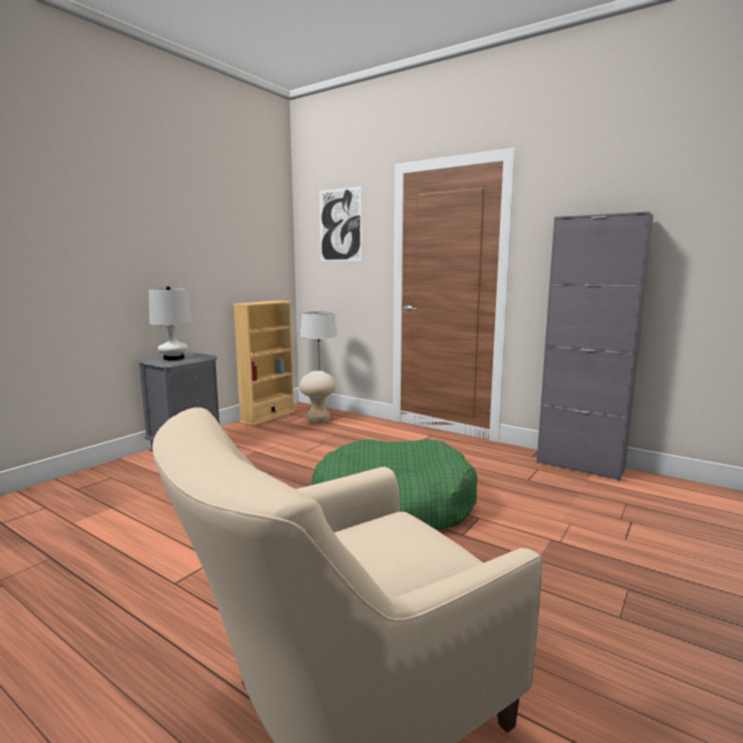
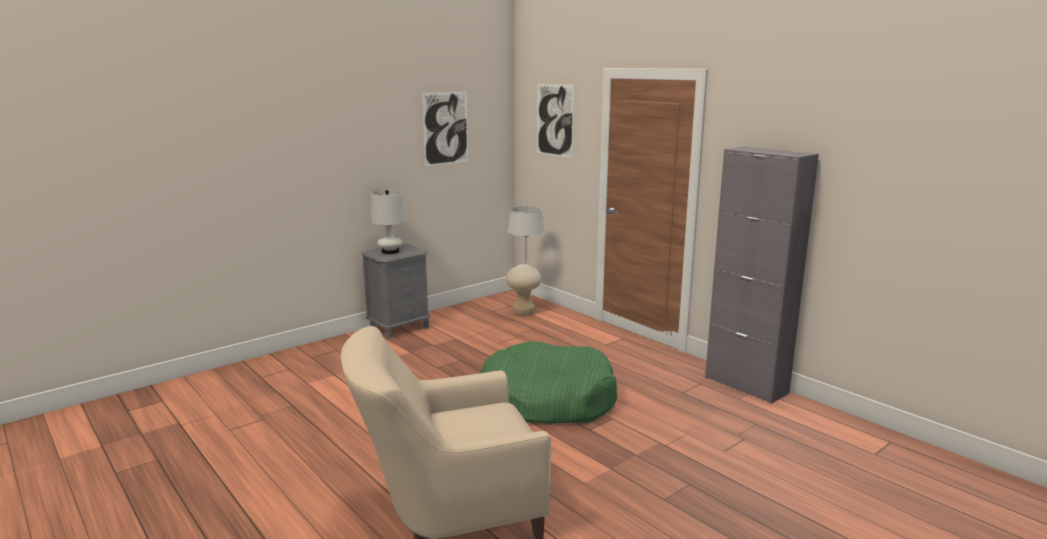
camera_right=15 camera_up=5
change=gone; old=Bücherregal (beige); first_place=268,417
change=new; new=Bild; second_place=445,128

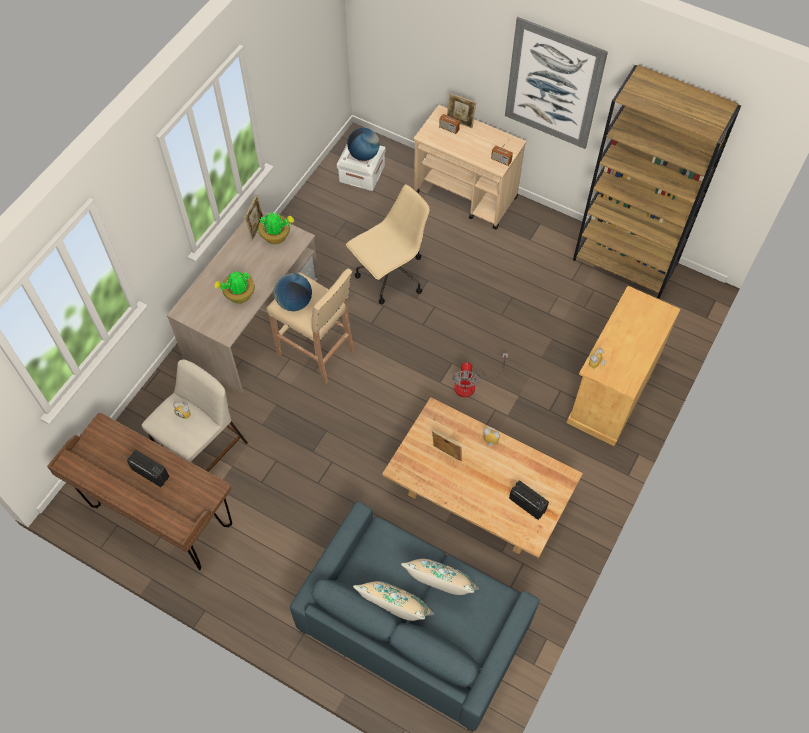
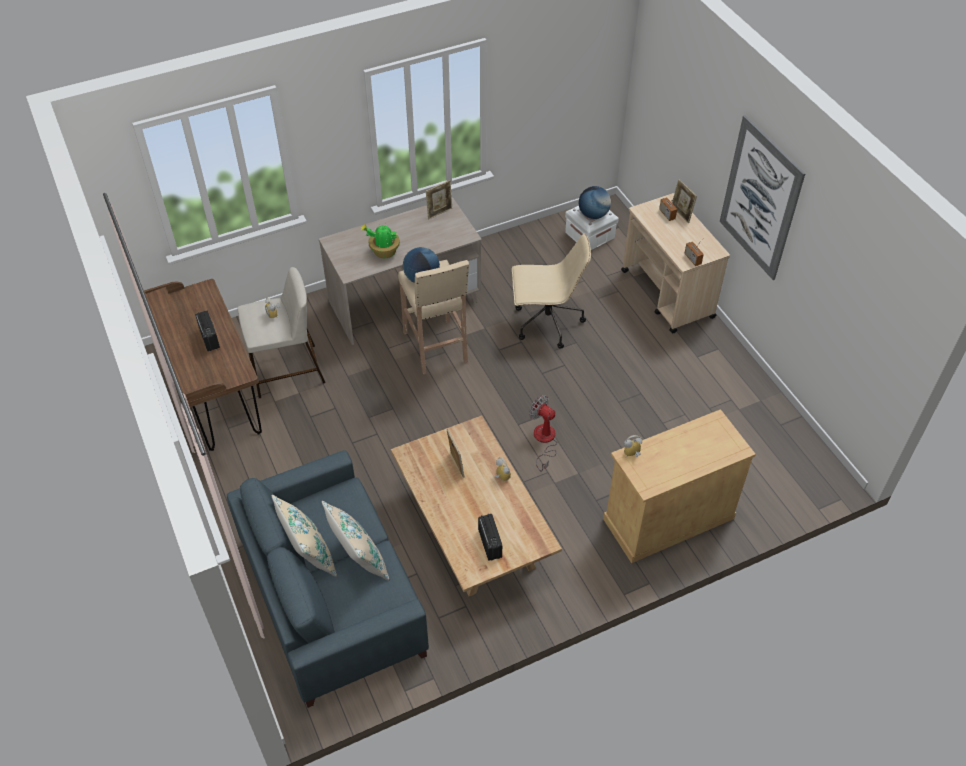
camera_right=35 camera_up=-10
change=gone; old=Topfpflanze; first_place=276,236
change=gone; old=Bücherregal (braun); first_place=626,262
change=rotated; old=Ventilator; first_place=471,384; second_place=544,441; degrees=90

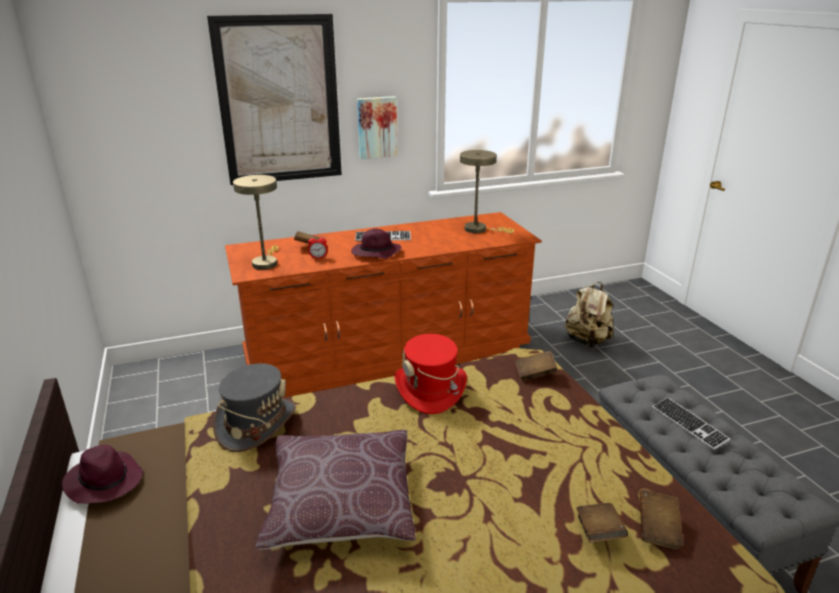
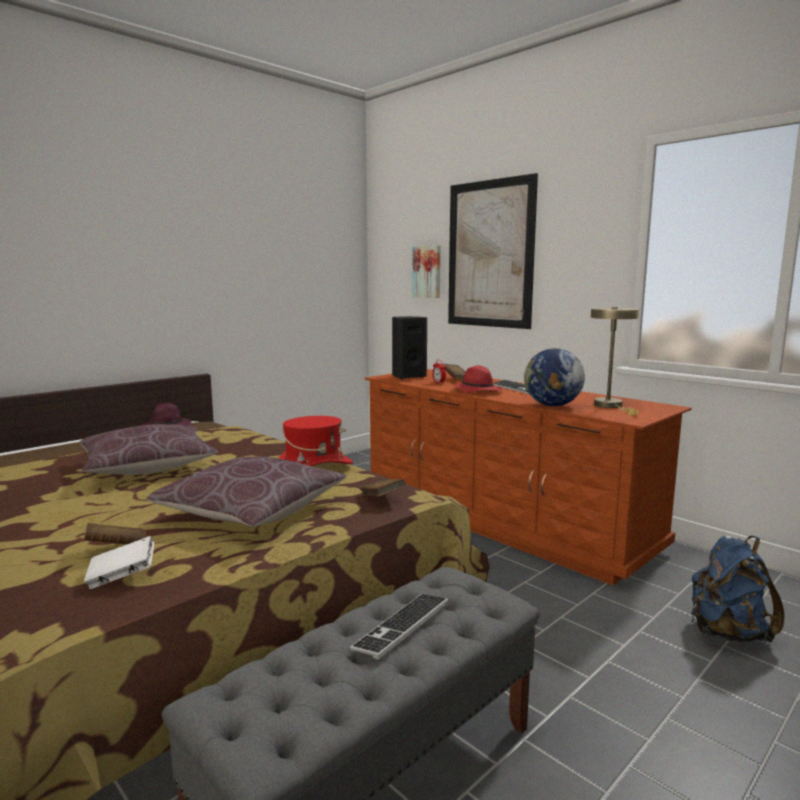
camera_right=65 camera_up=-15
change=gone; old=Hut (grau); first_place=256,423
change=new; new=Kissen (braun); second_place=252,511
change=new; new=Globus; second_place=552,405
change=shifted; old=Bild; first_place=376,127; second_place=427,271
change=swapped; old=Tischlampe (beige); new=Lautsprecher (schwarz); first_place=265,262; second_place=408,377
change=repainted; old=Hut (lila); new=Hut (rot); first_place=375,253; second_place=476,391
change=repainted; old=Rucksack (beige); new=Rucksack (blau); first_place=587,341; second_place=727,633
change=repainted; old=Buch (braun); new=Buch (weiß); first_place=657,529; second_place=122,577

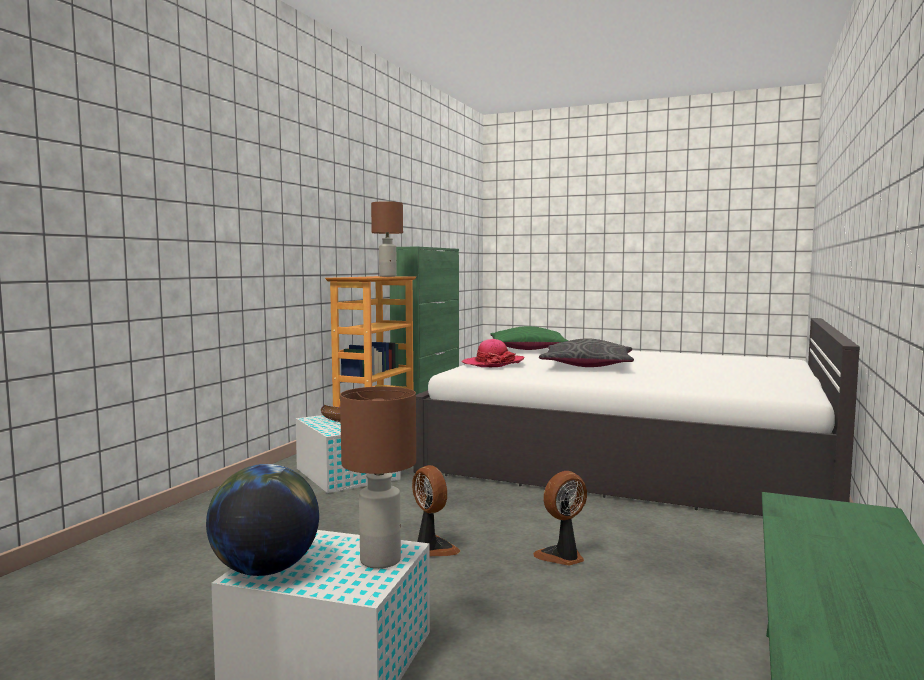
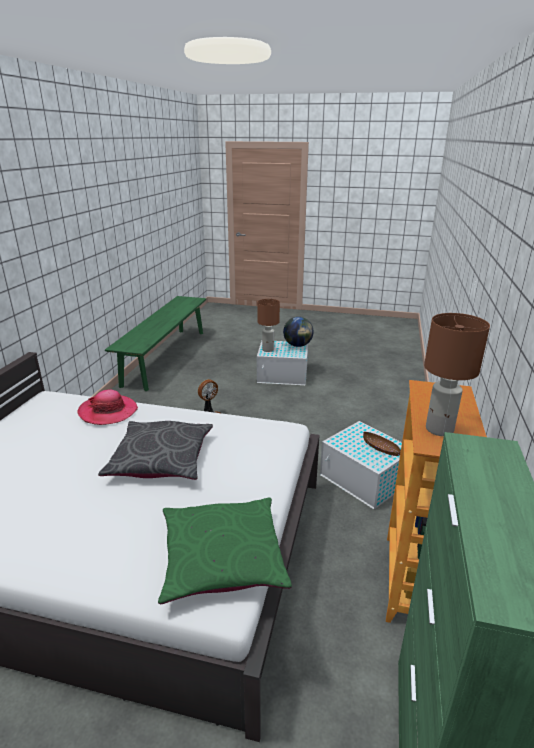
camera_right=170 camera_up=20
change=gone; old=Ventilator; first_place=432,549
change=shifted; old=Hut; first_place=493,363; second_place=108,411

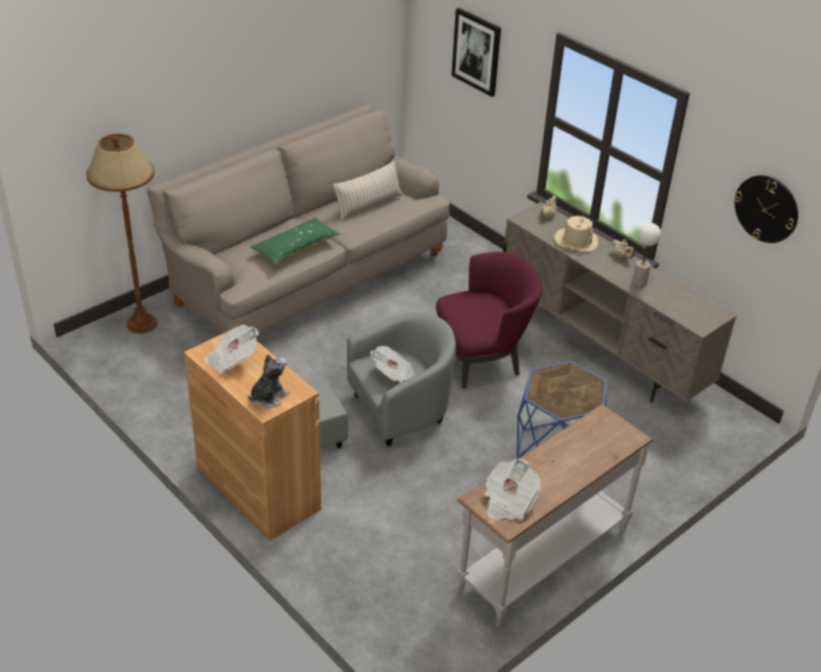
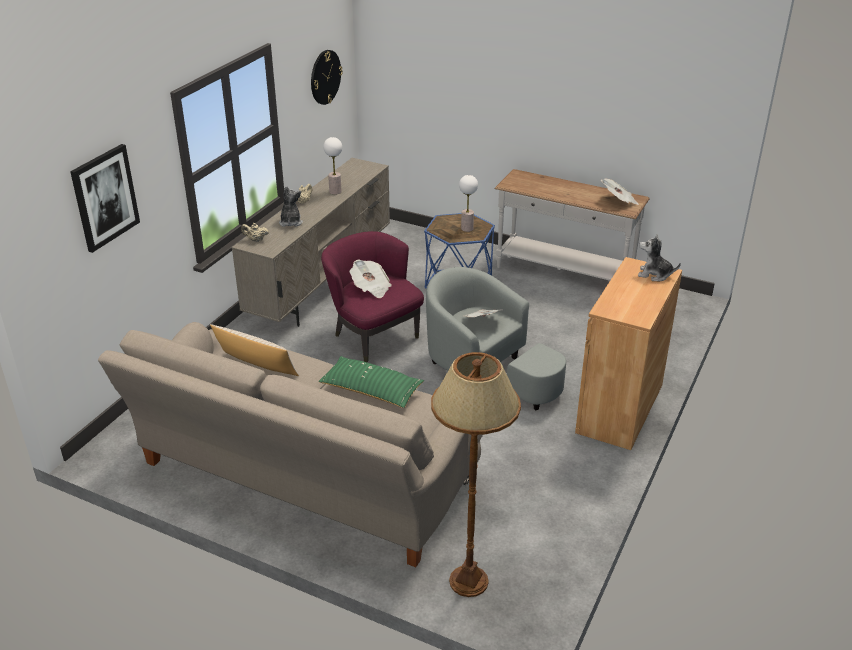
camera_right=-110 camera_up=-5
change=new; new=Tischlampe; second_place=467,228
change=shifted; old=Zeitung; first_place=232,359; second_place=371,288
change=swapped; old=Hut (beige); new=Plüschtier; first_place=576,240; second_place=290,222

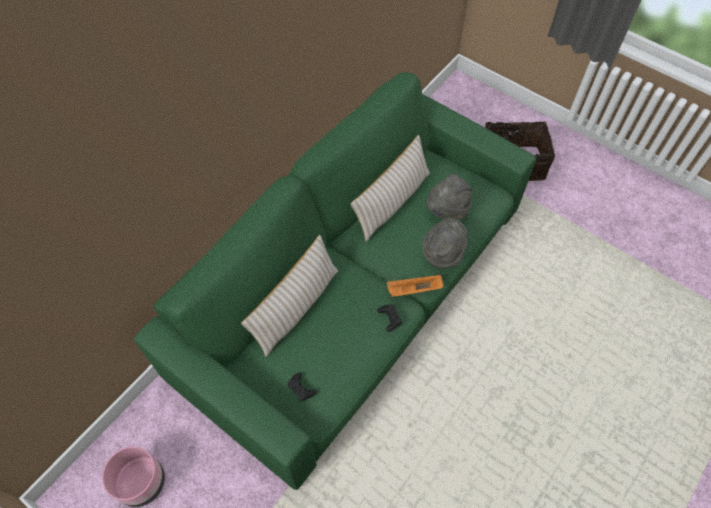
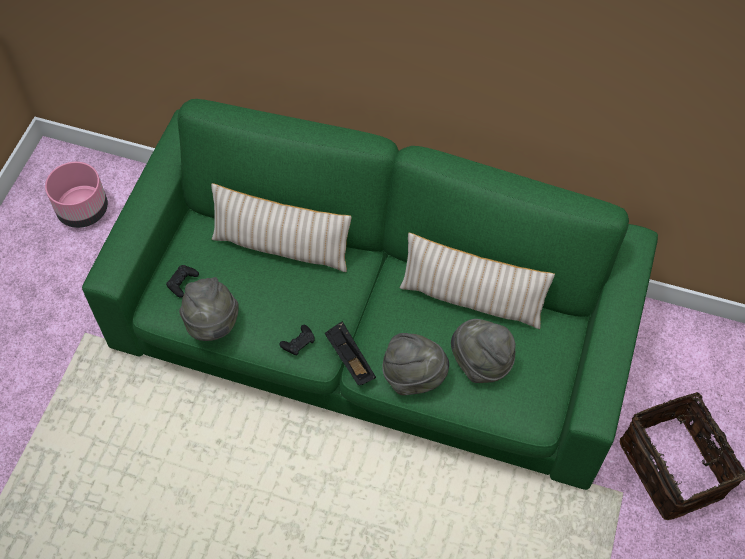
camera_right=70 camera_up=0
change=new; new=Hut (grau); second_place=212,324
change=repainted; old=Tablett (orange); new=Tablett (schwarz); first_place=413,290; second_place=349,359

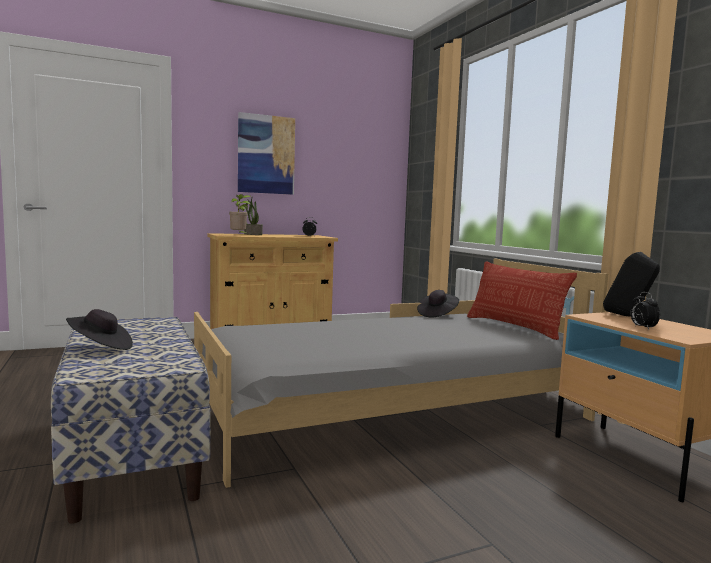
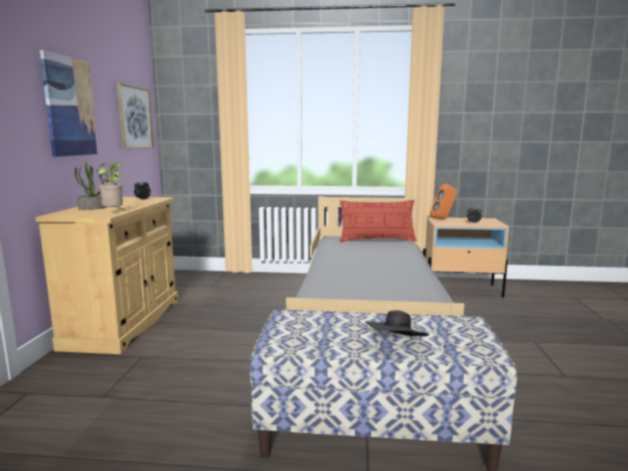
camera_right=-60 camera_up=5
change=gone; old=Hut (schwarz); first_place=437,314
change=new; new=Bild; second_place=134,117
change=repainted; old=Lautsprecher (schwarz); new=Lautsprecher (orange); first_place=628,316; second_place=443,219

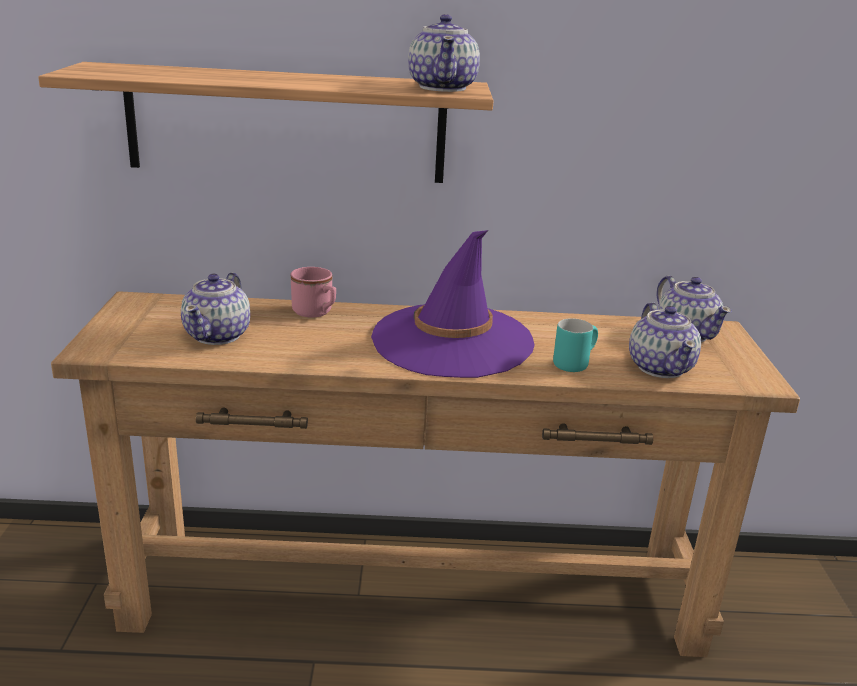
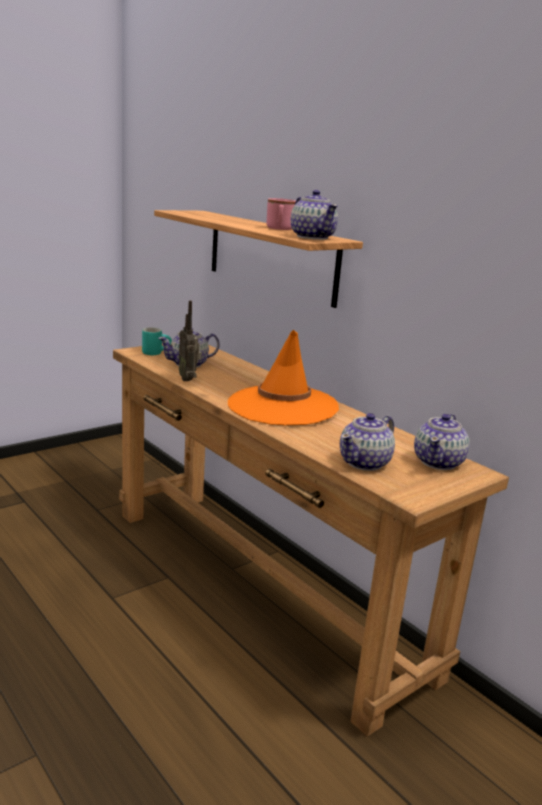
camera_right=50 camera_up=-5
change=new; new=Radio; second_place=189,379
change=shifted; old=Henkelbecher (rosa); first_place=316,313; second_place=279,229
change=shifted; old=Henkelbecher (türkis); first_place=573,363; second_place=156,353
change=repainted; old=Hut (lila); new=Hut (orange); first_place=452,341; second_place=282,406
change=rotated; old=Teekanne; first_place=443,87; second_place=312,237; degrees=-75

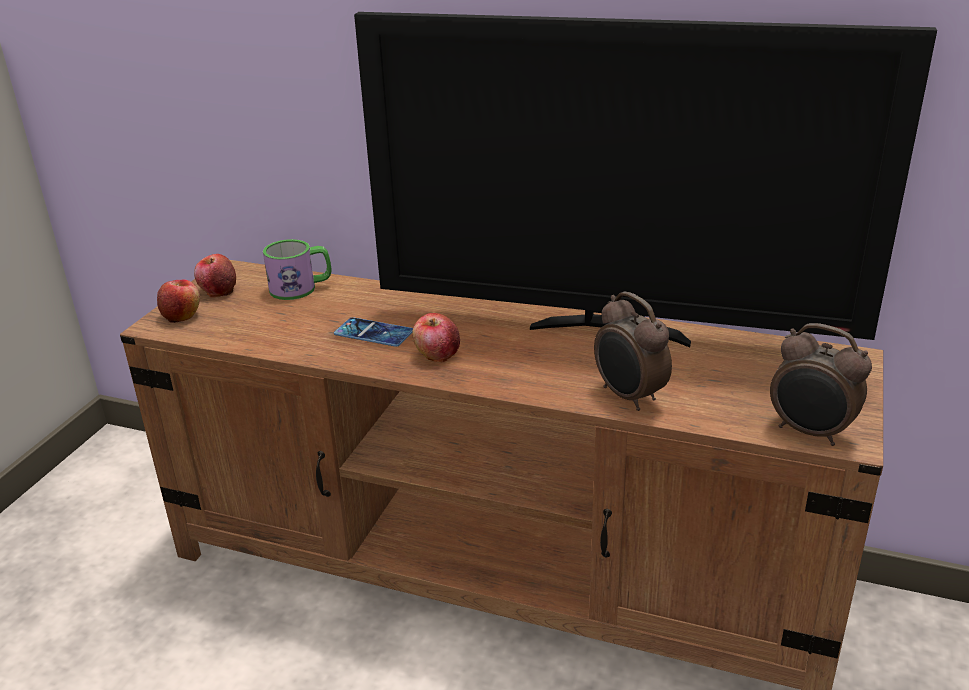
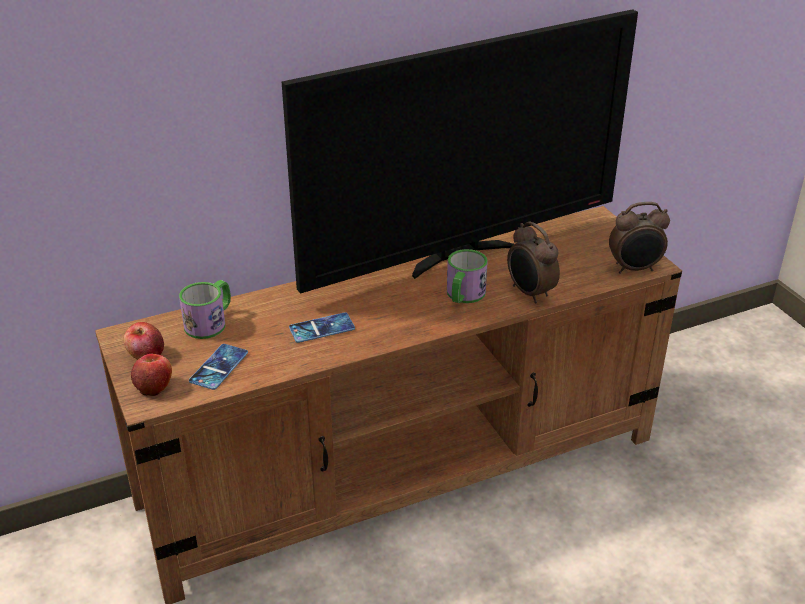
camera_right=-45 camera_up=5
change=gone; old=Apfel; first_place=437,354
change=new; new=Handy; second_place=219,367
change=new; new=Henkelbecher; second_place=463,296
change=rotated; old=Wecker; first_place=628,397; second_place=529,293; degrees=45

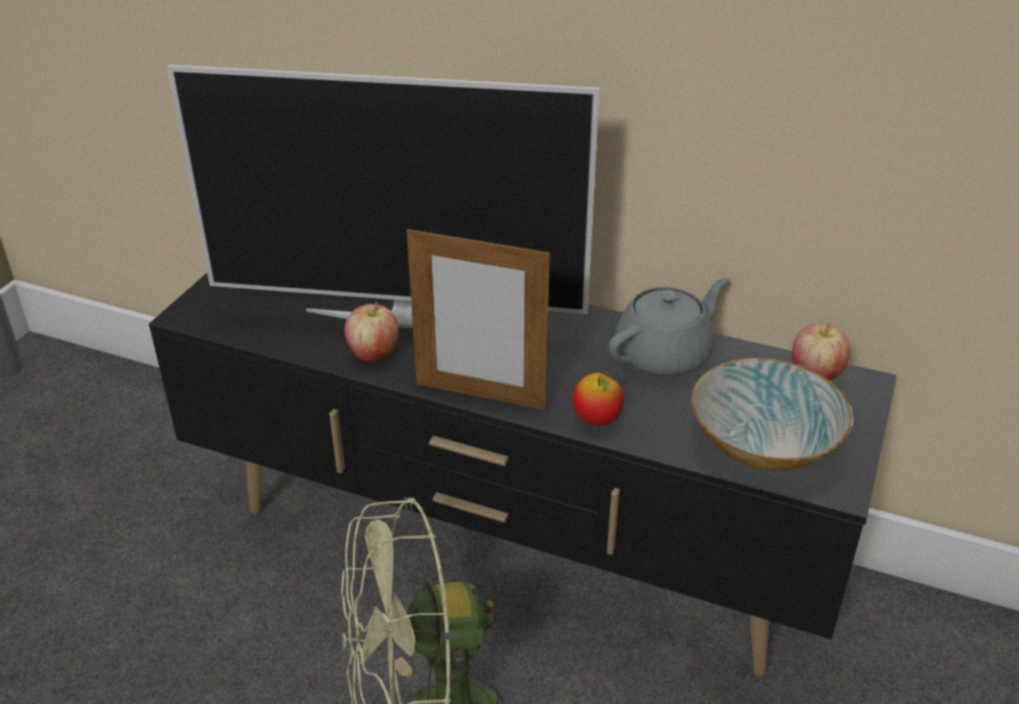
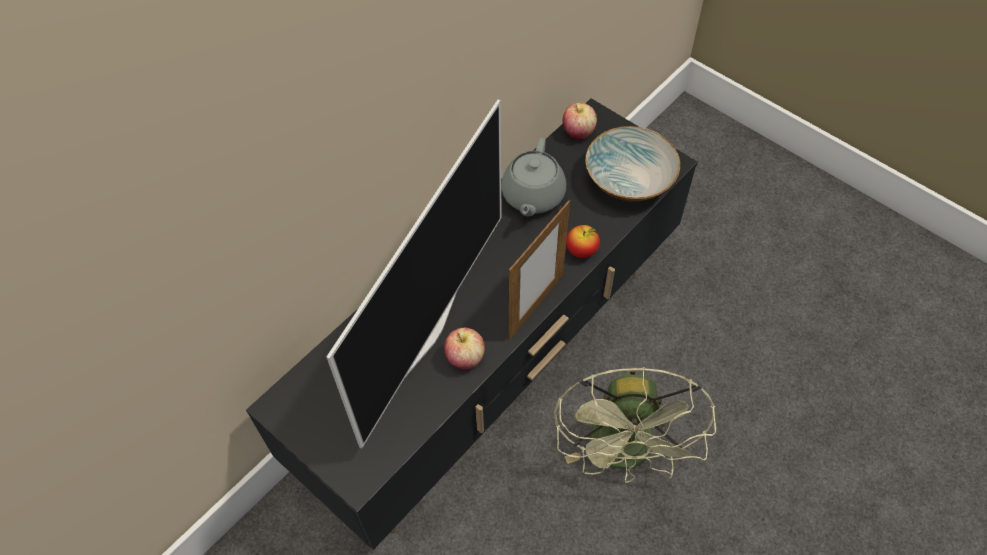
camera_right=-70 camera_up=20
change=rotated; old=Teekanne (grau); first_place=665,356; second_place=532,196; degrees=-150

